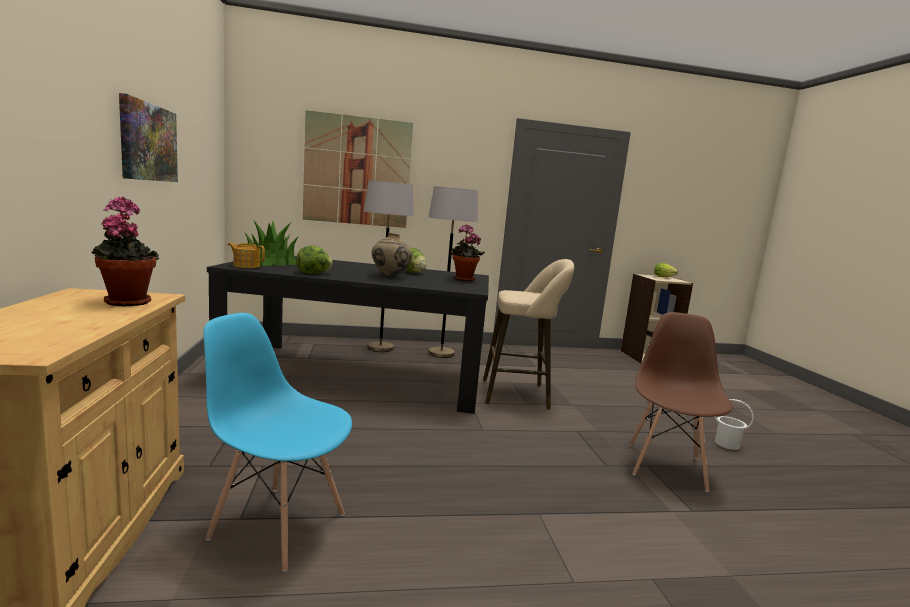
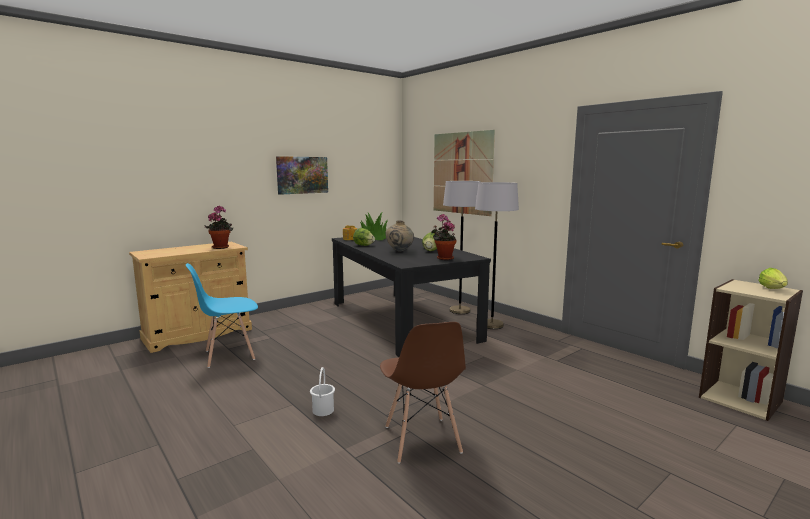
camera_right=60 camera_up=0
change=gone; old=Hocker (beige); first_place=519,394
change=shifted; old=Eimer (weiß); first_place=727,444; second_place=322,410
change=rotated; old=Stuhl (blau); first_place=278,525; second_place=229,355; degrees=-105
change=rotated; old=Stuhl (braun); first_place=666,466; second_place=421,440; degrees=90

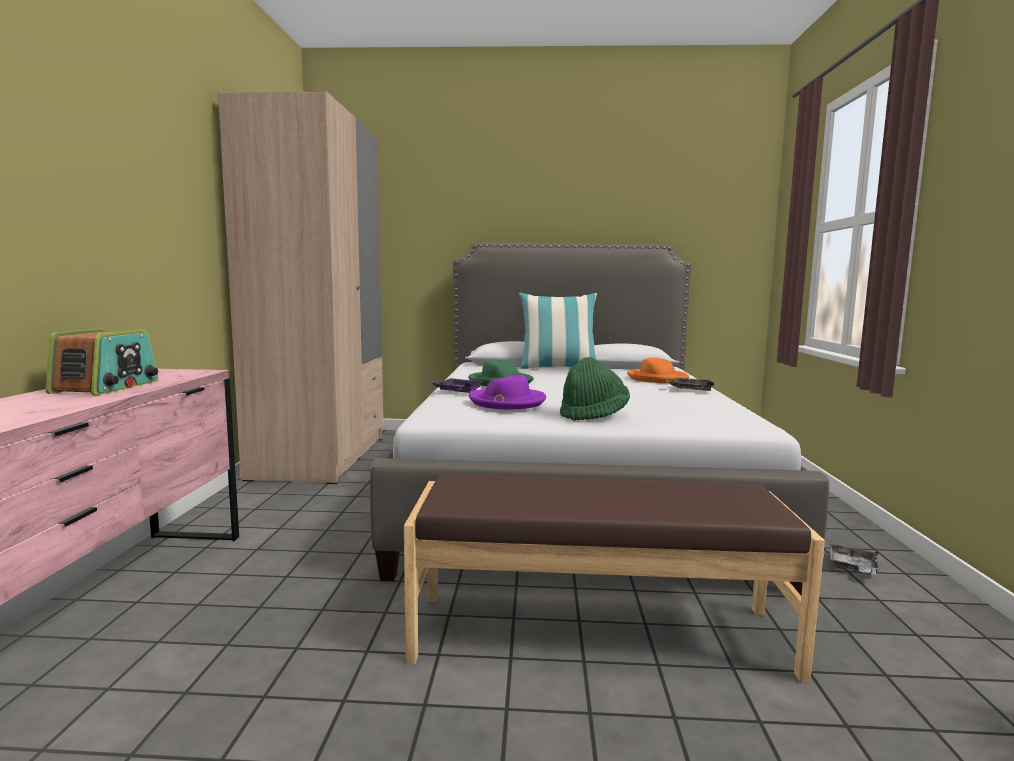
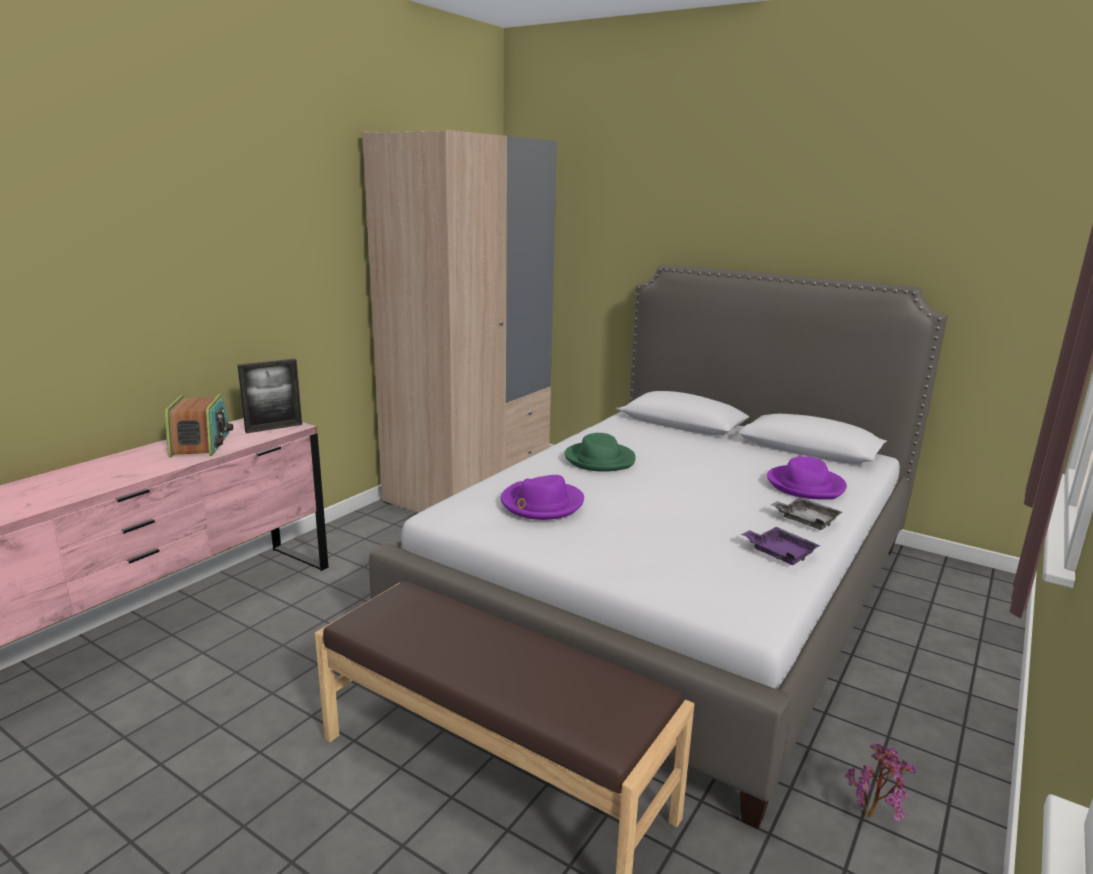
camera_right=30 camera_up=10
change=gone; old=Kissen; first_place=558,369
change=gone; old=Hut (grün); first_place=593,415
change=new; new=Bilderrahmen; second_place=274,428
change=shifted; old=Tablett (lila); first_place=457,391; second_place=779,553
change=swapped; old=Tablett (grau); new=Topfpflanze; first_place=852,568; second_place=874,816
change=repainted; old=Hut (orange); new=Hut (lila); first_place=657,378; second_place=806,485
change=rotated; old=Radio; first_place=107,387; second_place=201,444; degrees=-45

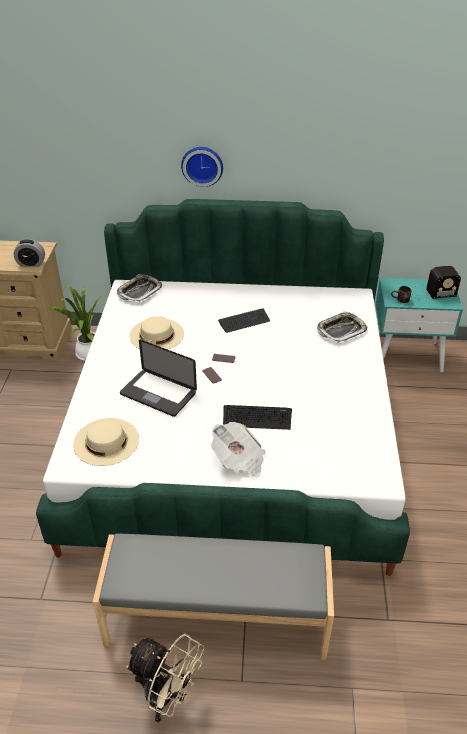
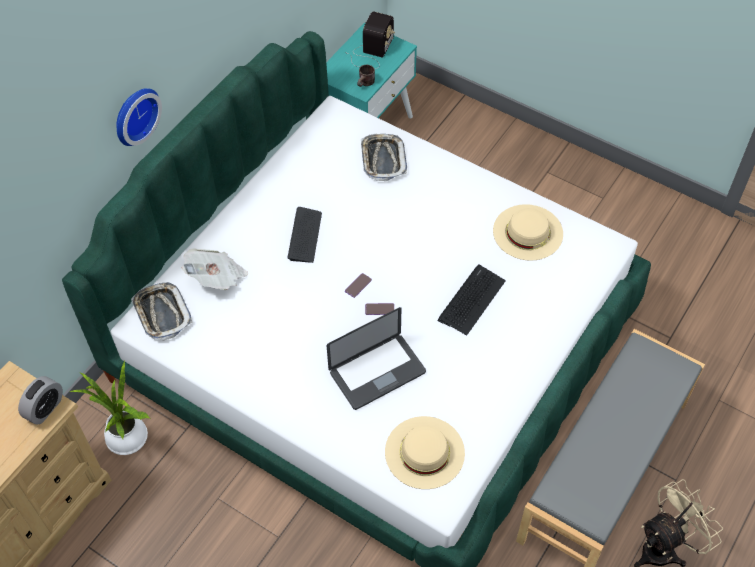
camera_right=-60 camera_up=15
change=shifted; old=Hut (beige); first_place=156,334; second_place=528,232
change=shifted; old=Zeitung; first_place=239,460; second_place=217,278

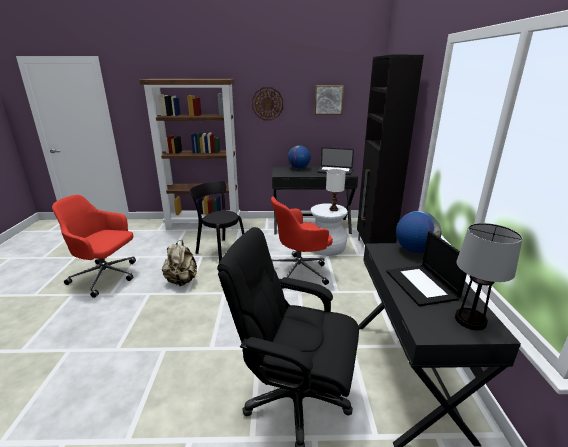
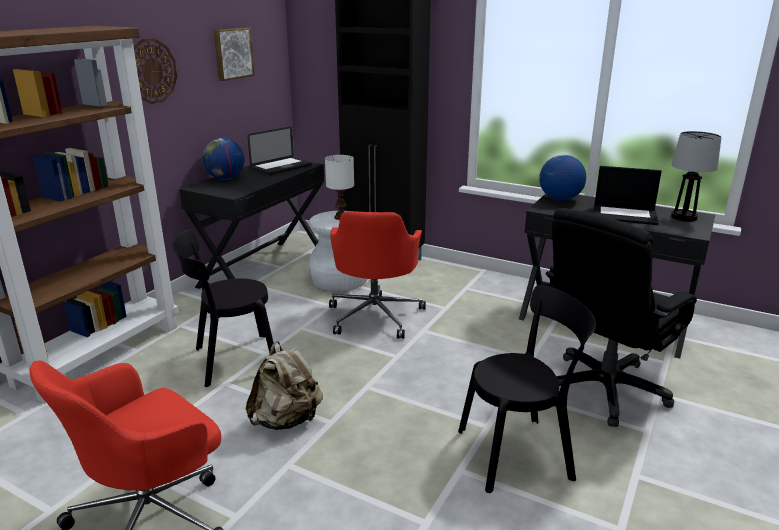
camera_right=-60 camera_up=0
change=new; new=Stuhl (schwarz); second_place=520,453

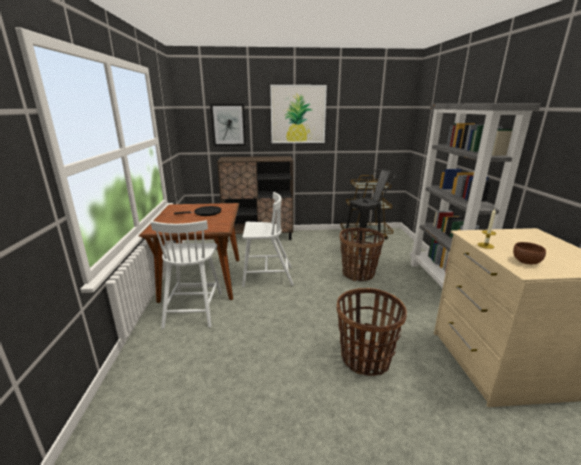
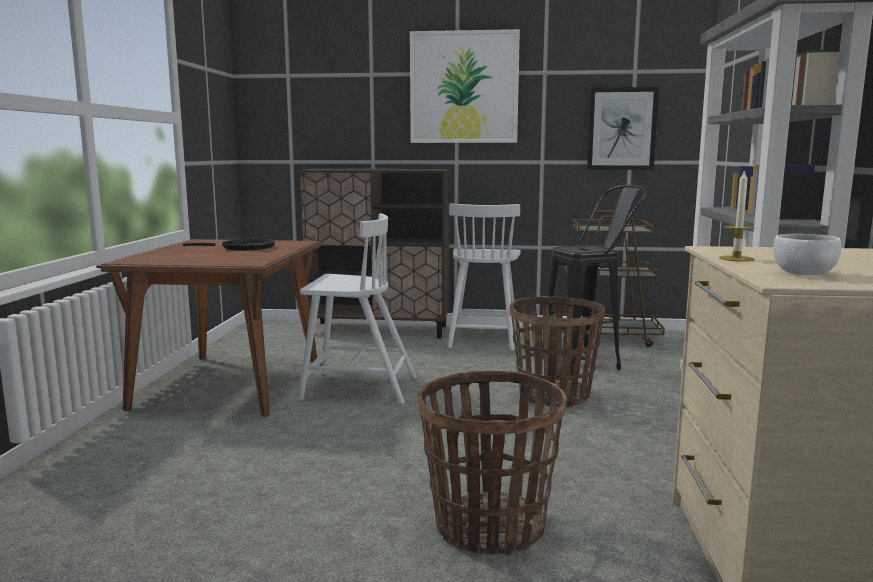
camera_right=10 camera_up=-10
change=shifted; old=Stuhl (weiß); first_place=194,308; second_place=483,337
change=shifted; old=Bild; first_place=228,125; second_place=621,129
change=repainted; old=Schüssel (braun); new=Schüssel (weiß); first_place=526,261; second_place=804,273

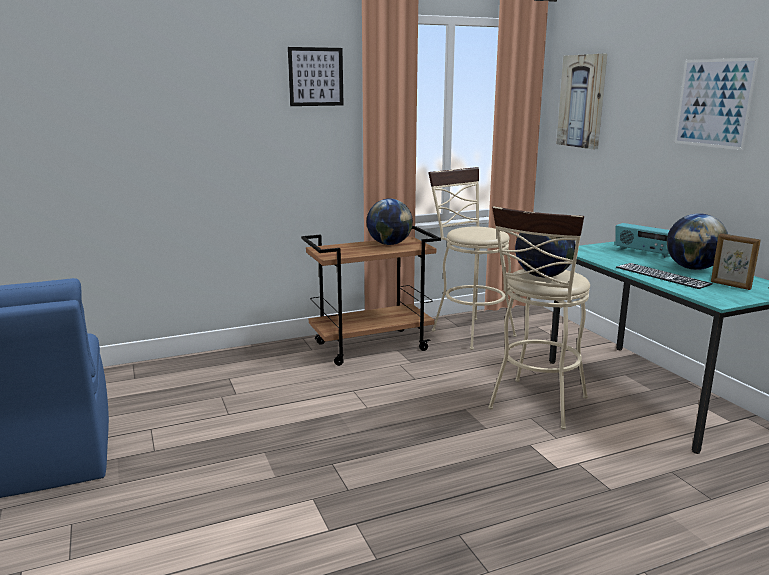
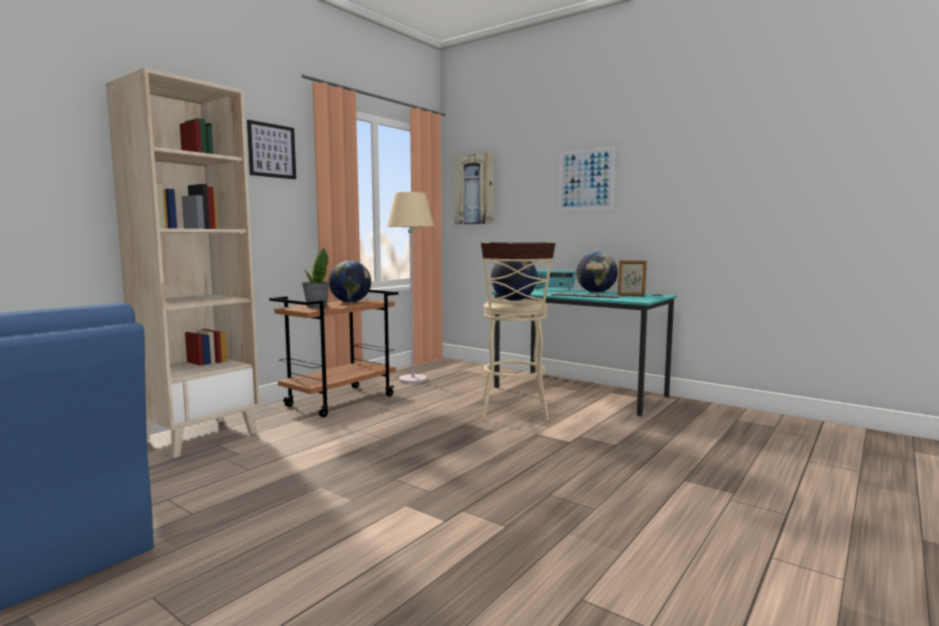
camera_right=-30 camera_up=-10
change=new; new=Bücherregal (beige); second_place=200,436
change=new; new=Topfpflanze; second_place=316,306
change=swapped; old=Hocker (beige); new=Stehlampe (beige); first_place=468,331; second_place=412,380

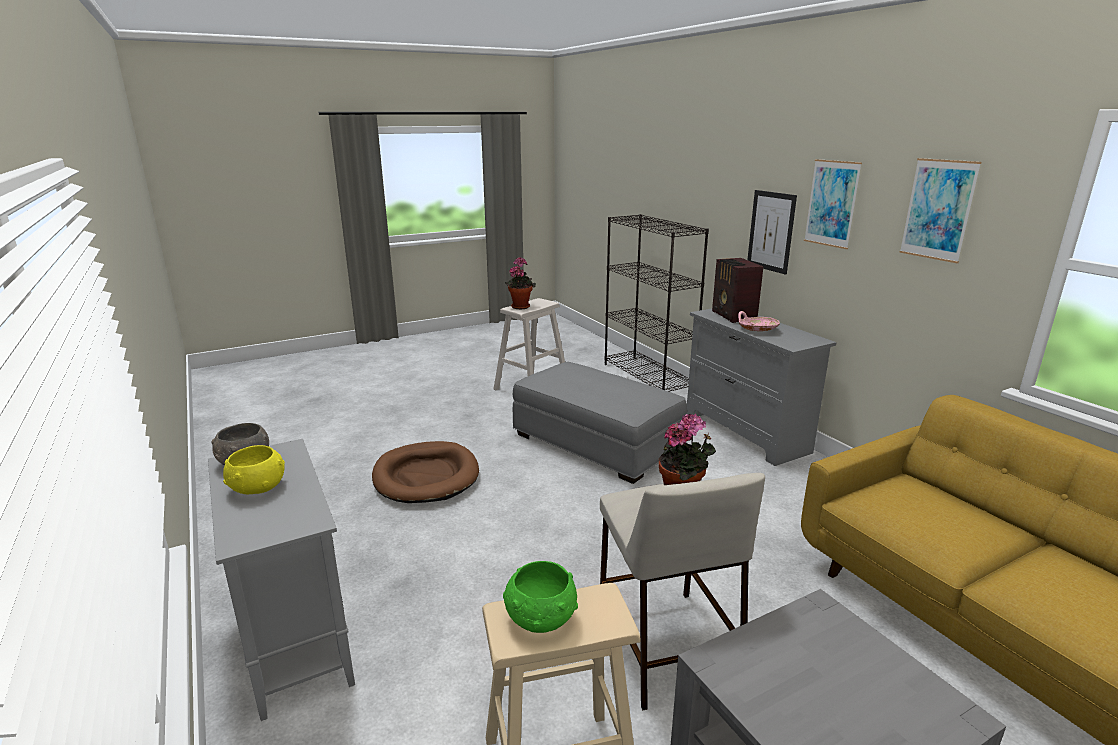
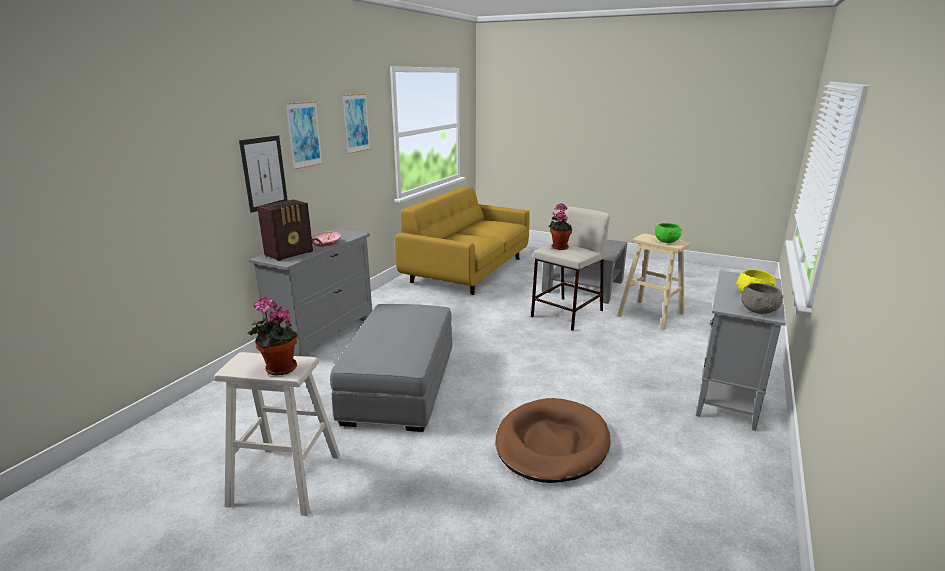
camera_right=-125 camera_up=0
change=gone; old=Bücherregal (schwarz); first_place=648,377

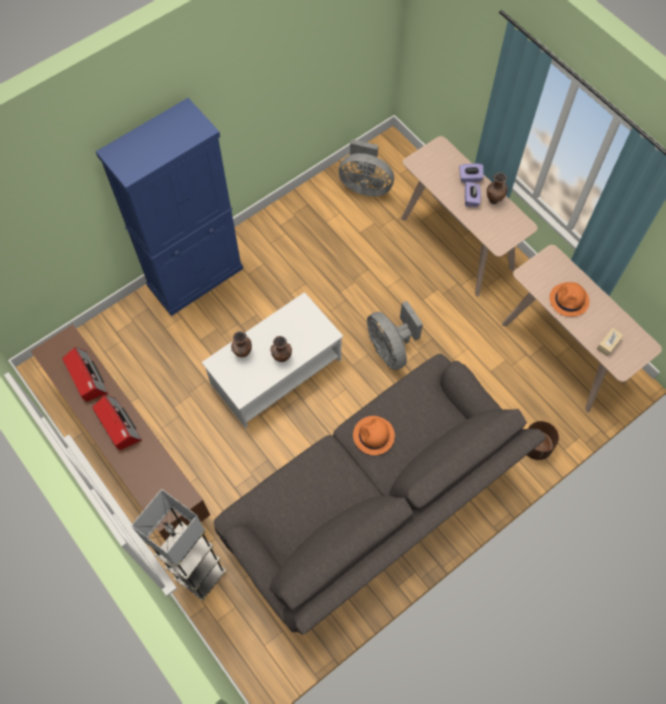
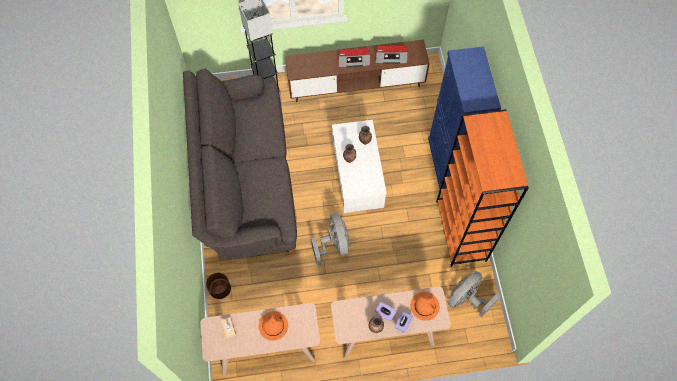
camera_right=120 camera_up=0
change=new; new=Bücherregal (orange); second_place=461,231
change=shifted; old=Hut (orange); first_place=373,436; second_place=424,306
change=rotated; old=Ventilator (grau); first_place=390,348; second_place=334,244; degrees=75

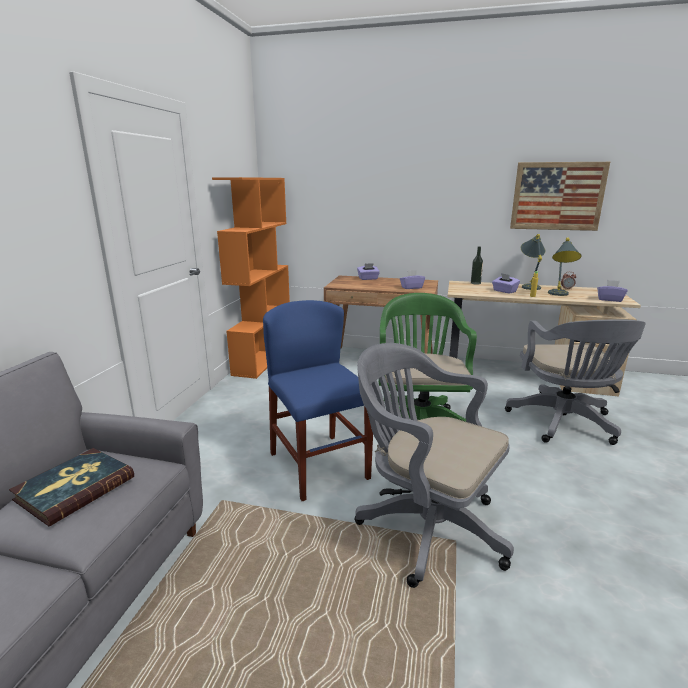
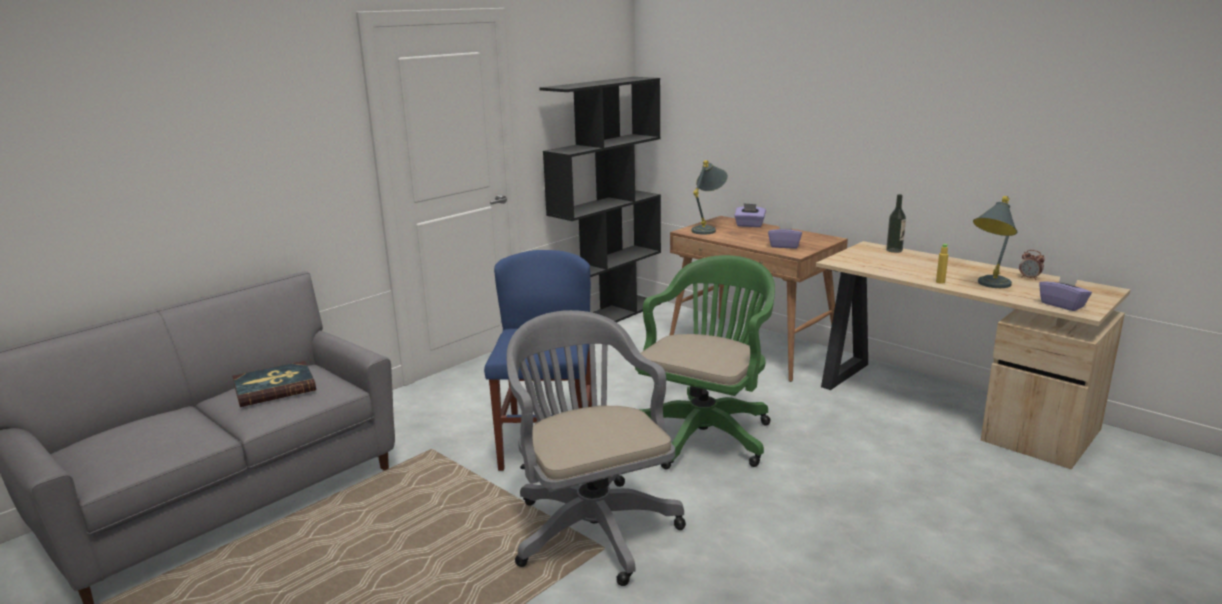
camera_right=30 camera_up=0
change=gone; old=Taschentuchbox (lila); first_place=504,291
change=gone; old=Bürostuhl (grau); first_place=564,424
change=gone; old=Bild; first_place=557,196
change=shifted; old=Tischlampe (grau); first_place=529,286; second_place=708,229
change=repainted; old=Bücherregal (orange); new=Bücherregal (schwarz); first_place=263,358; second_place=608,316

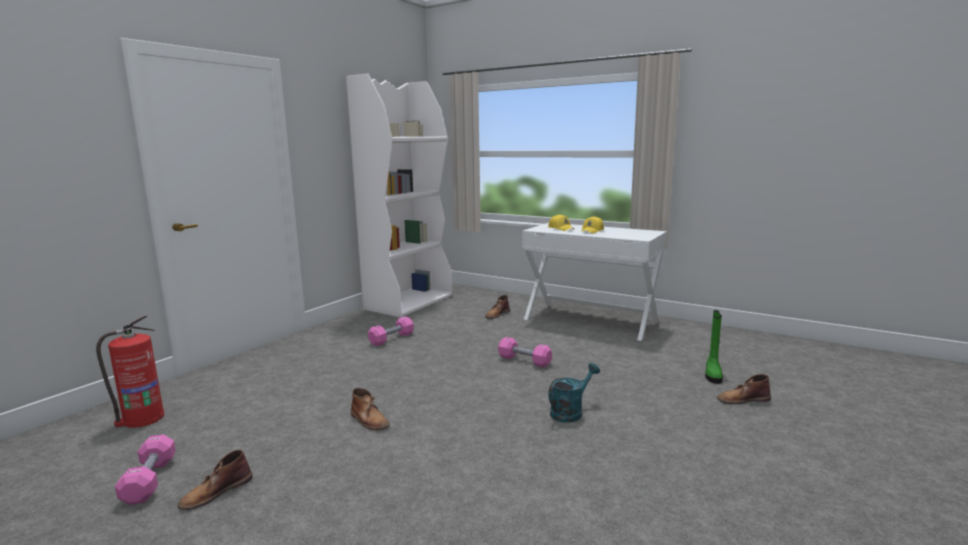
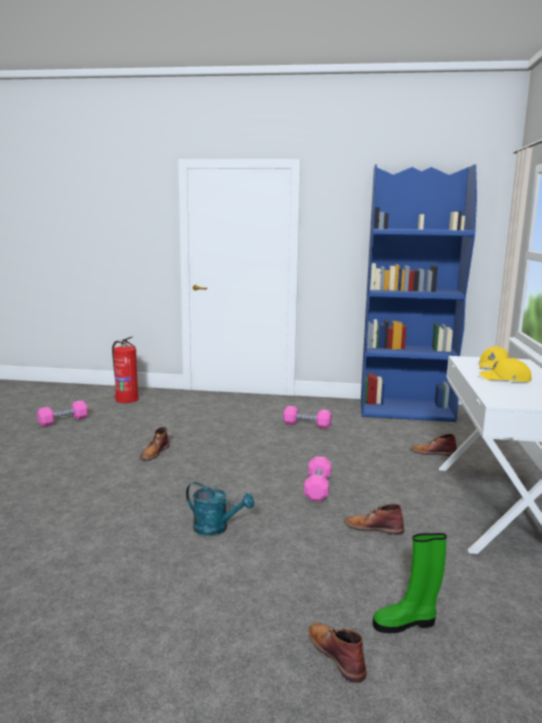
camera_right=65 camera_up=0
change=shifted; old=Stiefel (braun); first_place=215,492; second_place=373,527
change=repainted; old=Bücherregal (weiß); new=Bücherregal (blau); first_place=409,302; second_place=406,410

